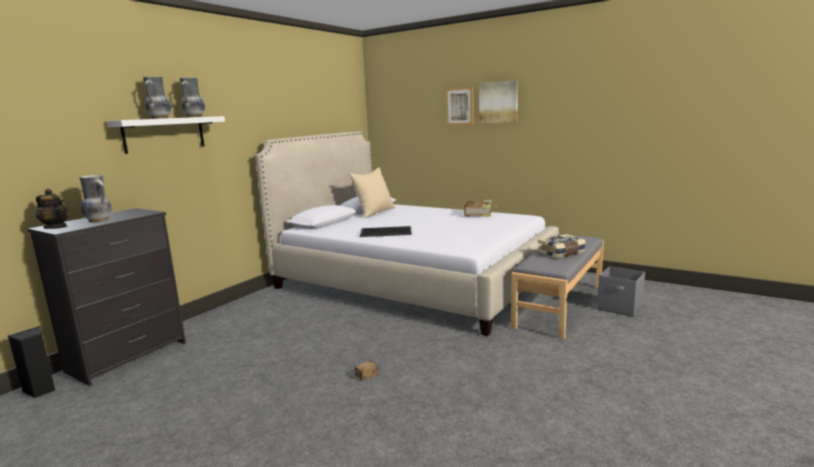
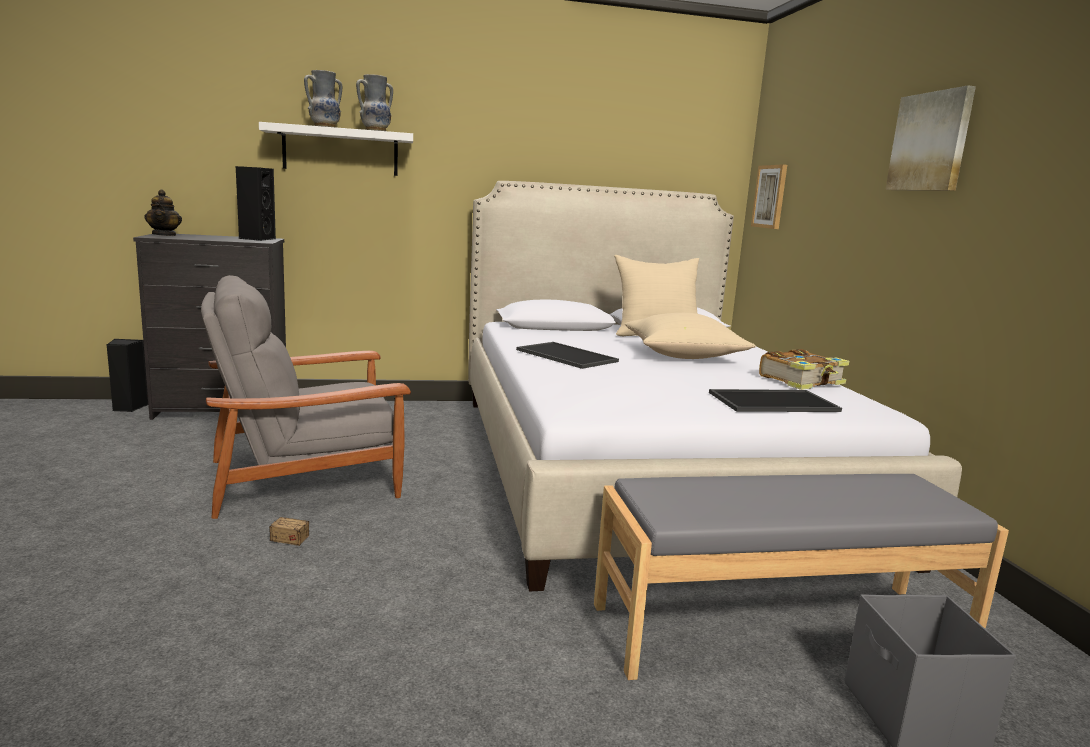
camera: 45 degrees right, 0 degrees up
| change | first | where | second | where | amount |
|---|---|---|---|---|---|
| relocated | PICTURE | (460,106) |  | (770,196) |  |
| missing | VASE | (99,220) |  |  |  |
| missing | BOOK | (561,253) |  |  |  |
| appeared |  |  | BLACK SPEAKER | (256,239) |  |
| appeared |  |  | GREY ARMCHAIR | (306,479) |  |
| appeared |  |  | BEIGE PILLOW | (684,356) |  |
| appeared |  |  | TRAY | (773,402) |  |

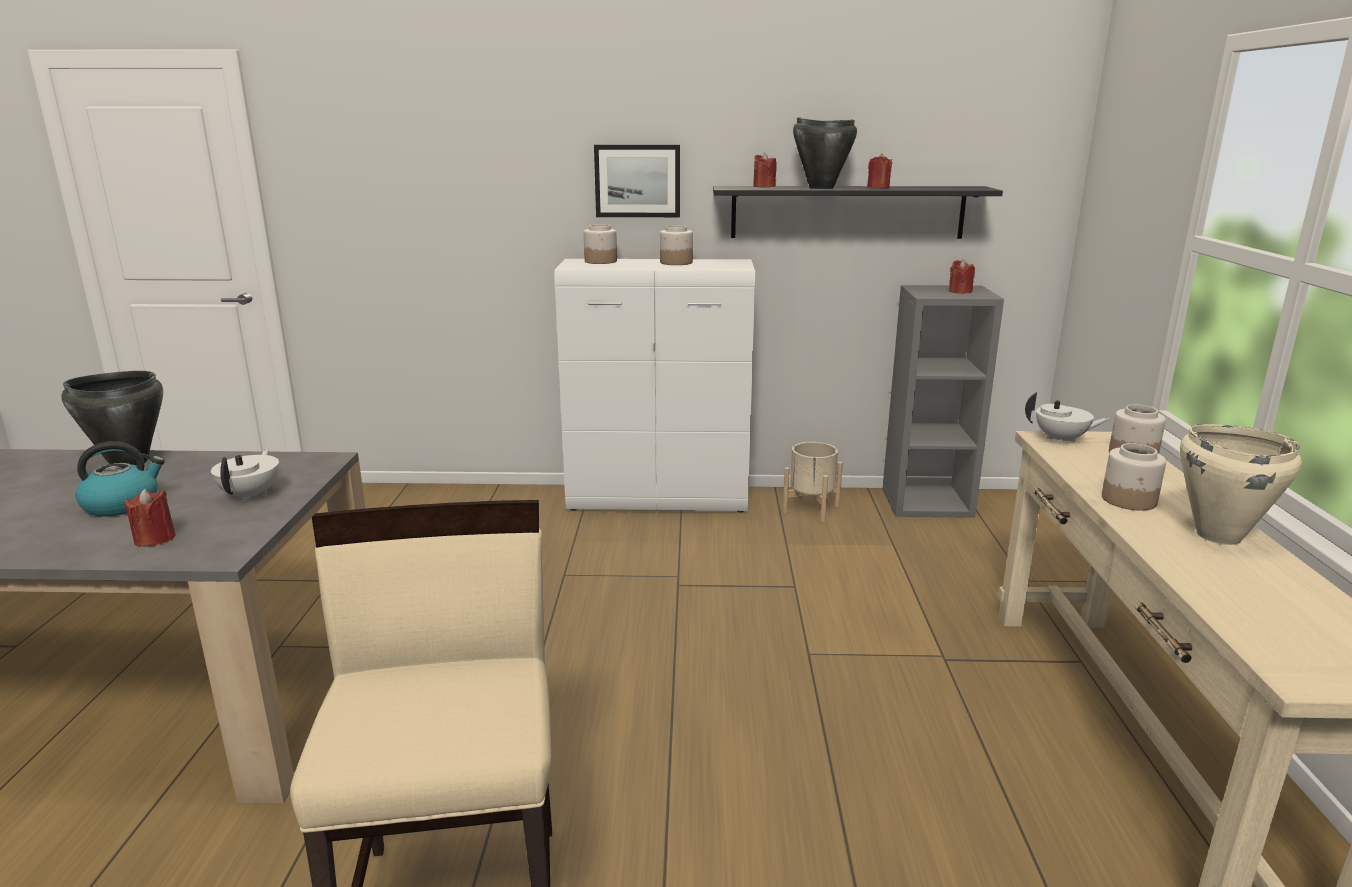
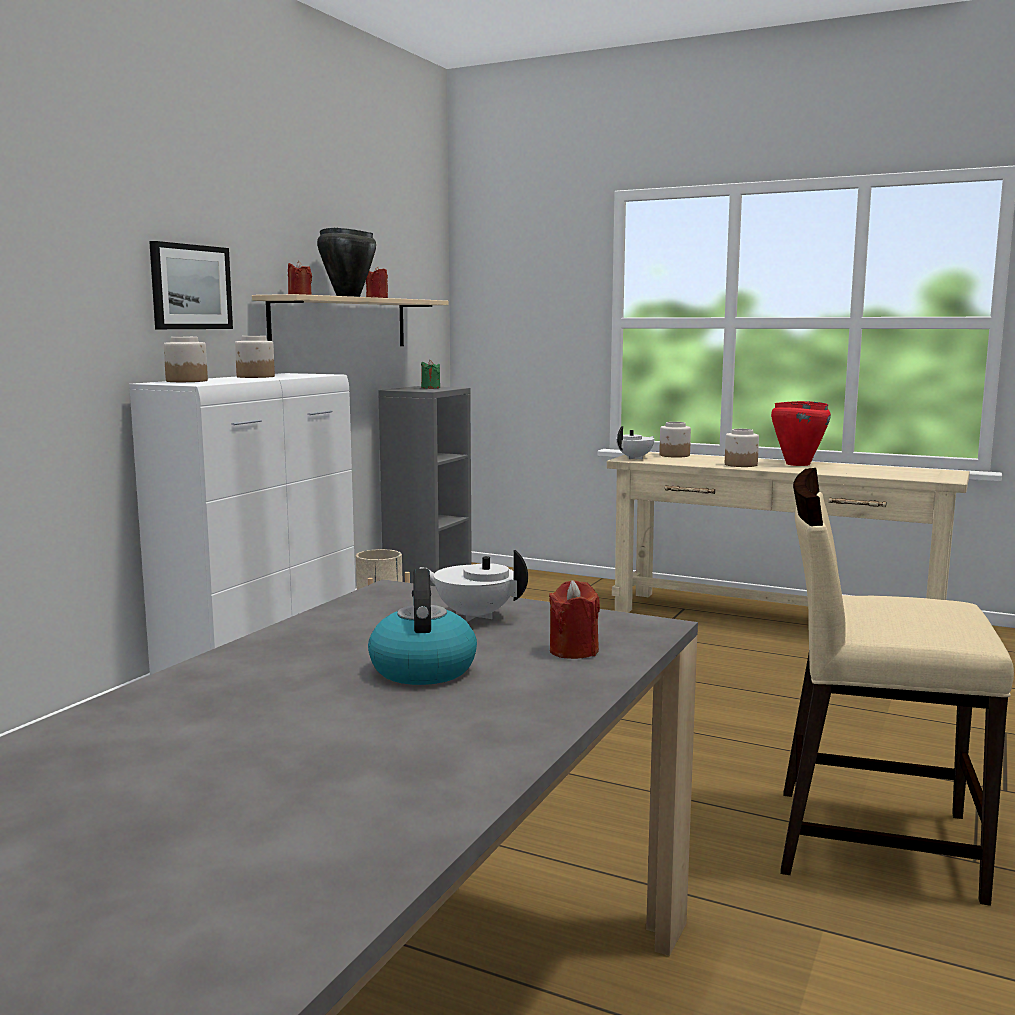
camera: 65 degrees left, 10 degrees down
| change | first | where | second | where | amount |
|---|---|---|---|---|---|
| colour | BLACK SHELF | (847,212) | BEIGE SHELF | (341,323) |  |
| colour | RED CANDLE | (960,291) | GREEN CANDLE | (430,388) |  |
| missing | BLACK COOKING POT | (128,462) |  |  |  |
| colour | BEIGE COOKING POT | (1217,535) | RED COOKING POT | (797,464) |  |

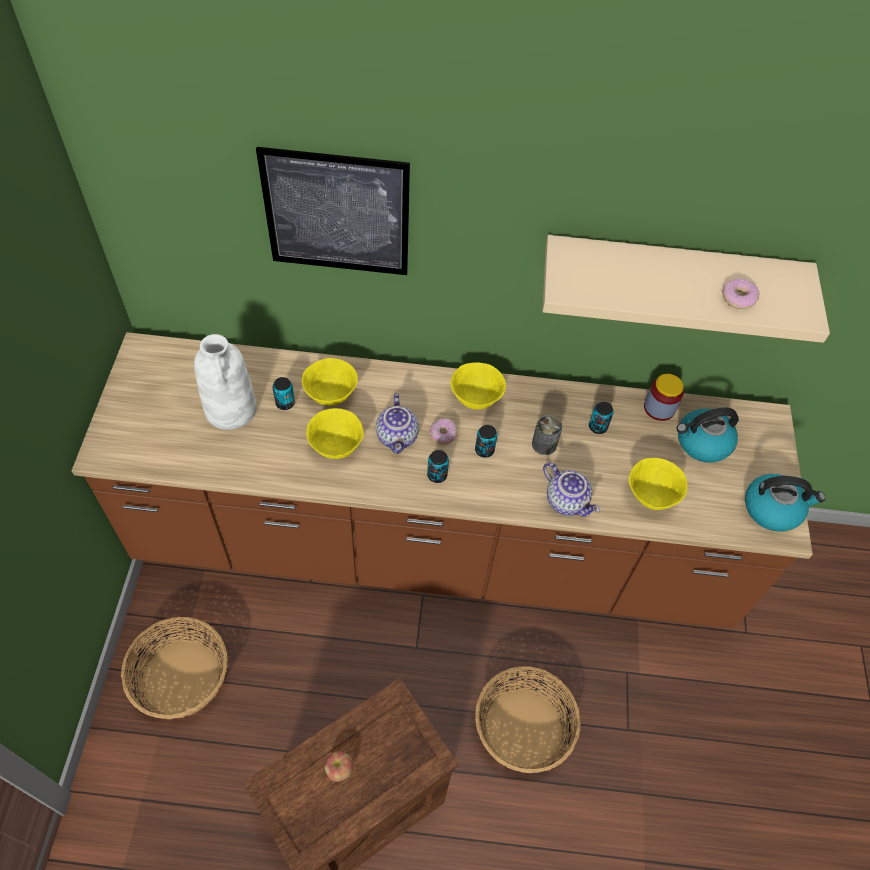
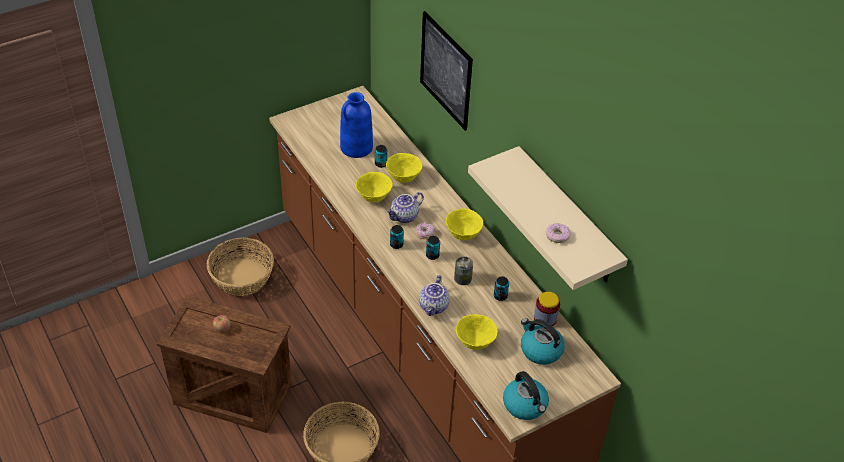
camera: 55 degrees right, 10 degrees down
| change | first | where | second | where | amount |
|---|---|---|---|---|---|
| colour | WHITE VASE | (231,410) | BLUE VASE | (356,148) |  |

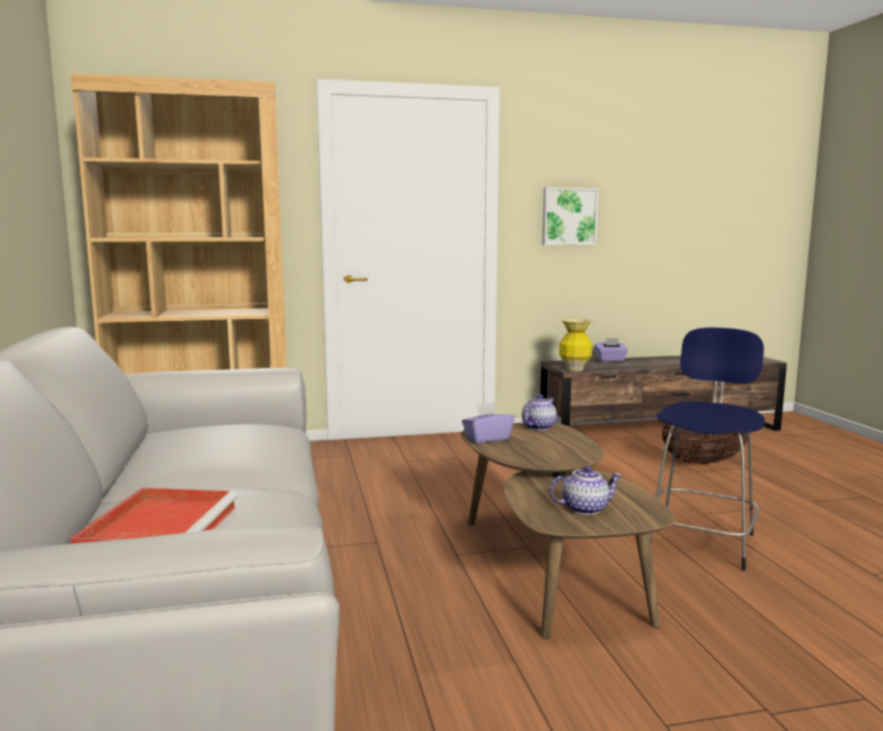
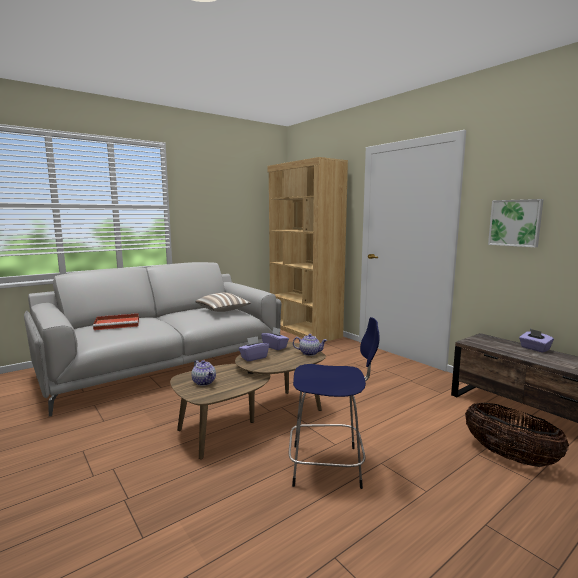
camera: 65 degrees right, 0 degrees up
| change | first | where | second | where | amount |
|---|---|---|---|---|---|
| missing | VASE | (574,369) |  |  |  |
| appeared |  |  | PILLOW | (223,310) |  |
| appeared |  |  | PURPLE TISSUE BOX | (254,357) |  |

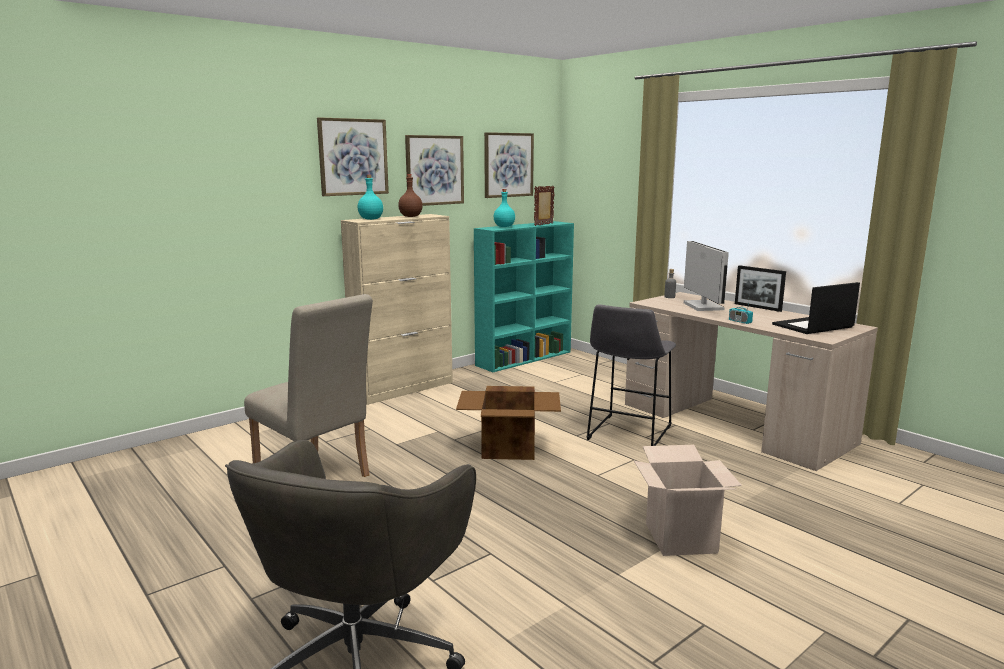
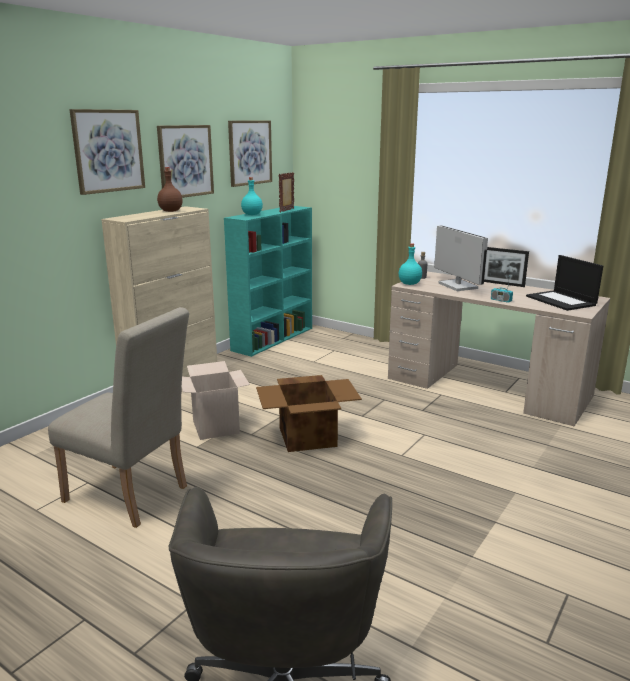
camera: 15 degrees left, 5 degrees up
| change | first | where | second | where | amount |
|---|---|---|---|---|---|
| relocated | TURQUOISE BOTTLE | (371,219) |  | (410,284) |  |
| spun | LAPTOP | (812,326) |  | (561,301) | 75 degrees counterclockwise |
| missing | GREY STOOL | (627,434) |  |  |  |
| relocated | CARDBOARD BOX | (681,538) |  | (216,427) |  |

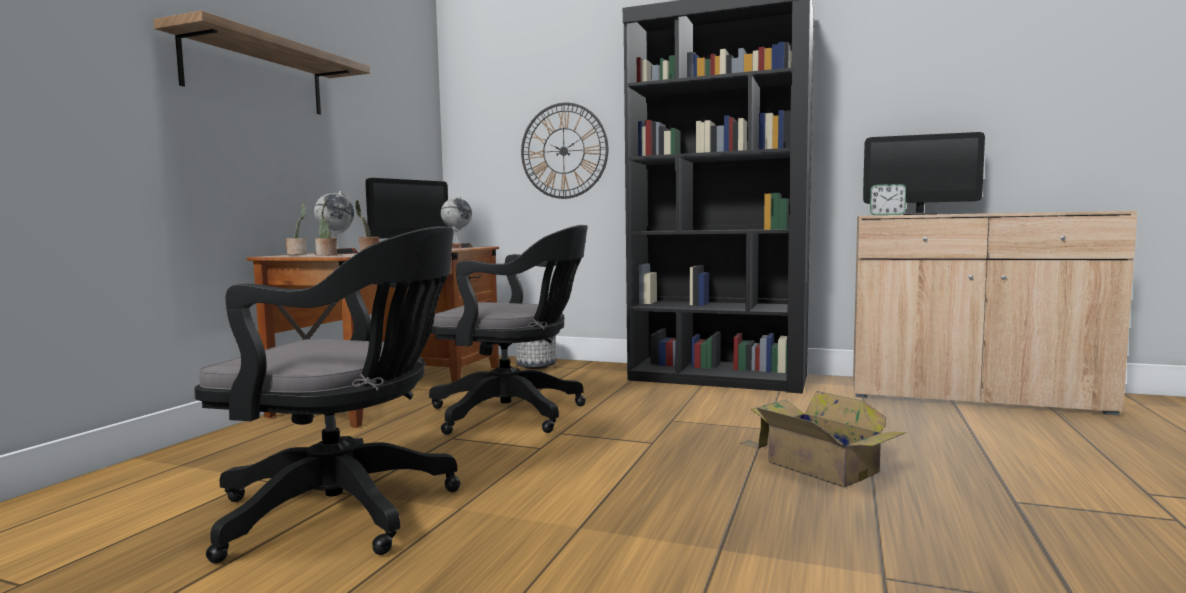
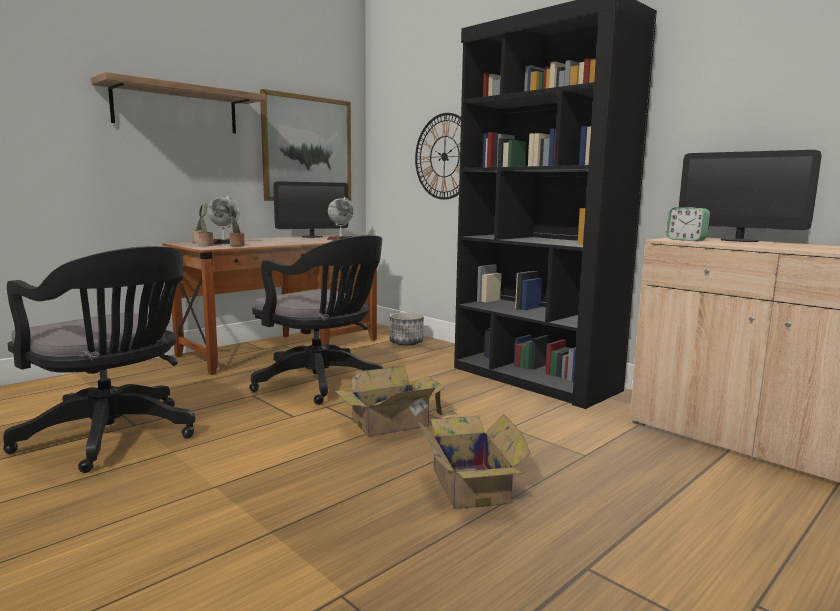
camera: 25 degrees right, 5 degrees up
| change | first | where | second | where | amount |
|---|---|---|---|---|---|
| appeared |  |  | PICTURE | (307,149) |  |
| appeared |  |  | CARDBOARD BOX | (394,423) |  |

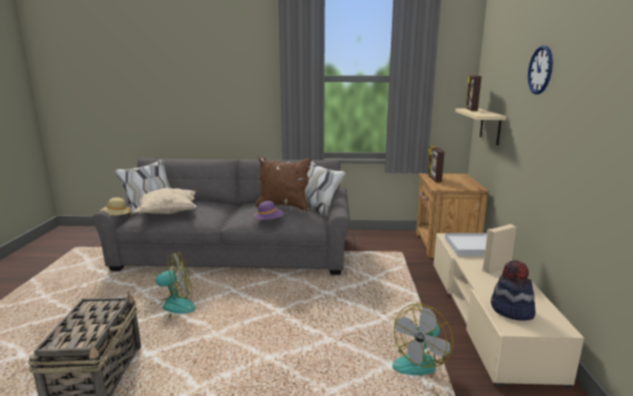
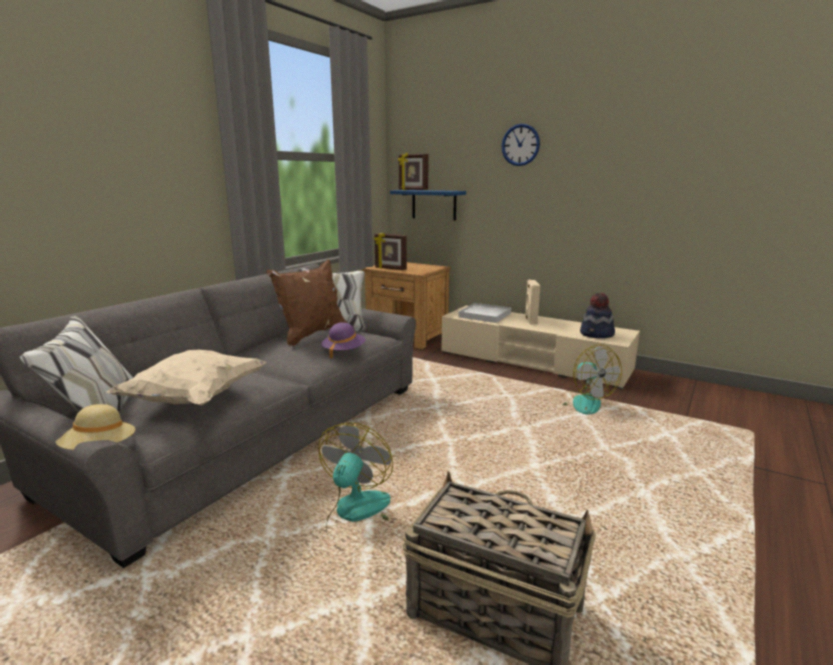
camera: 60 degrees left, 0 degrees up
| change | first | where | second | where | amount |
|---|---|---|---|---|---|
| colour | BEIGE SHELF | (490,126) | BLUE SHELF | (434,205) |  |

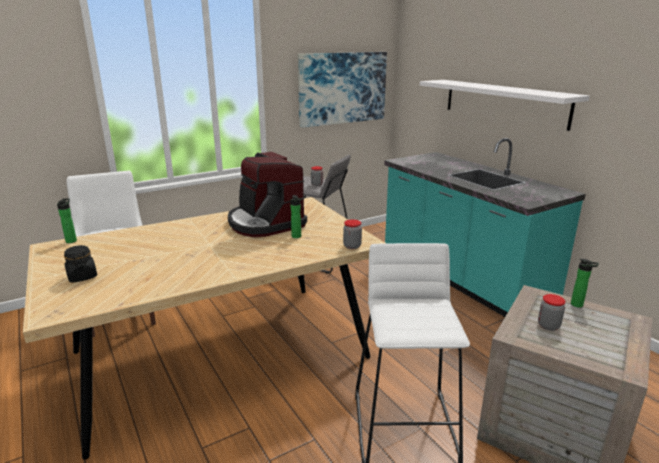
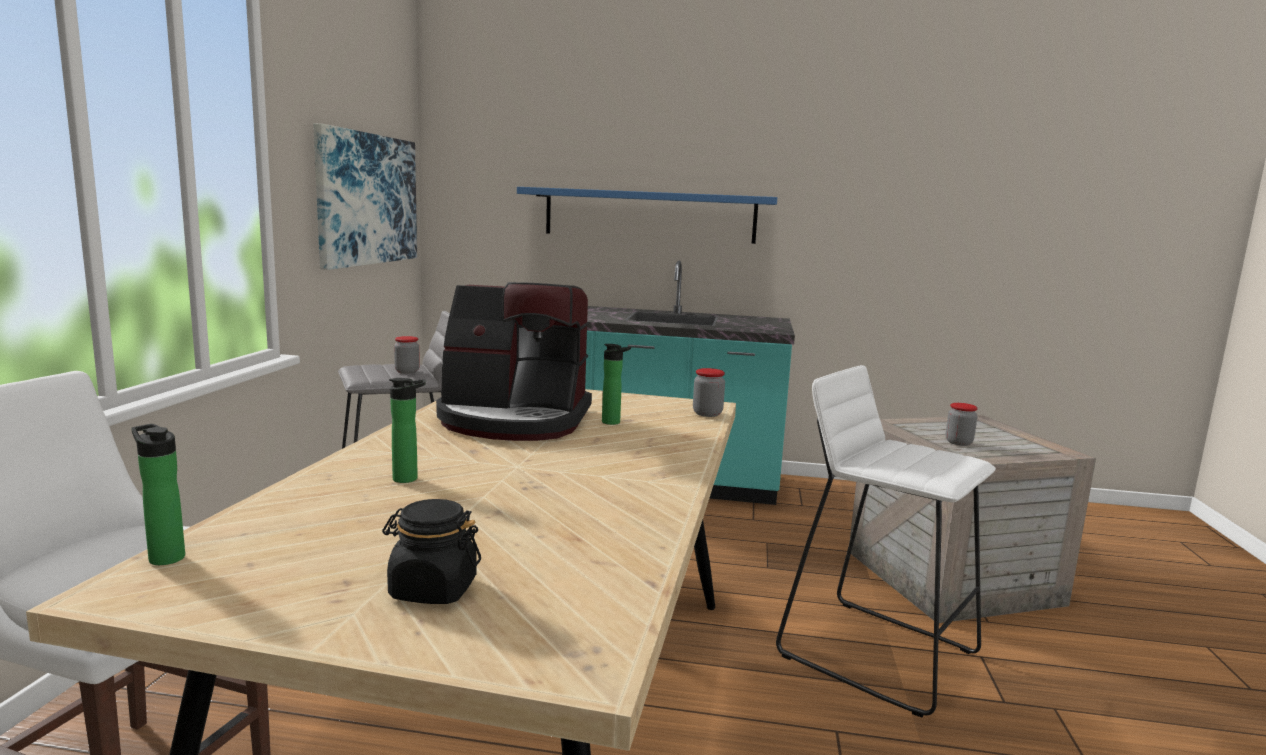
camera: 50 degrees left, 10 degrees down
| change | first | where | second | where | amount |
|---|---|---|---|---|---|
| colour | WHITE SHELF | (503,102) | BLUE SHELF | (649,215) |  |
| relocated | BOTTLE | (578,305) |  | (409,479) |  |

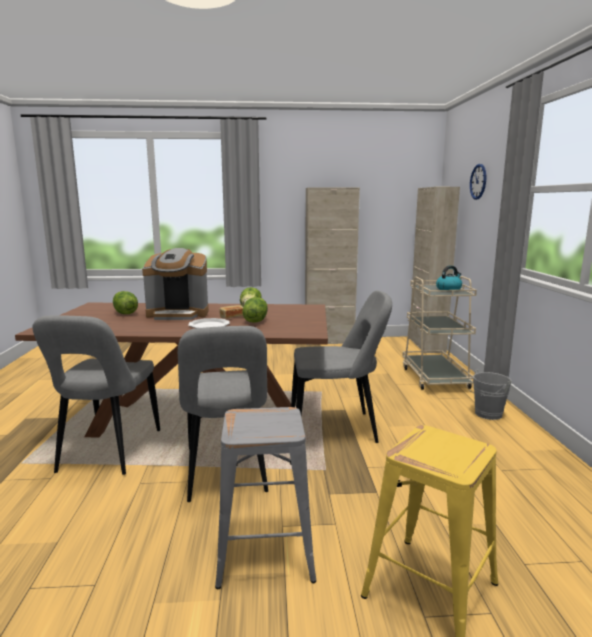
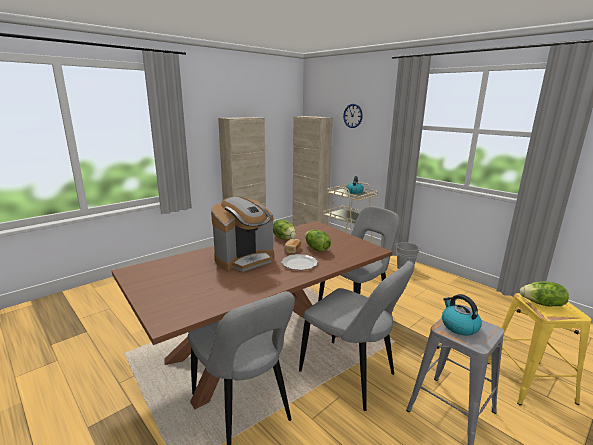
camera: 40 degrees left, 5 degrees up
| change | first | where | second | where | amount |
|---|---|---|---|---|---|
| relocated | LETTUCE | (125,313) |  | (542,304) |  |
| appeared |  |  | KETTLE | (459,326) |  |

